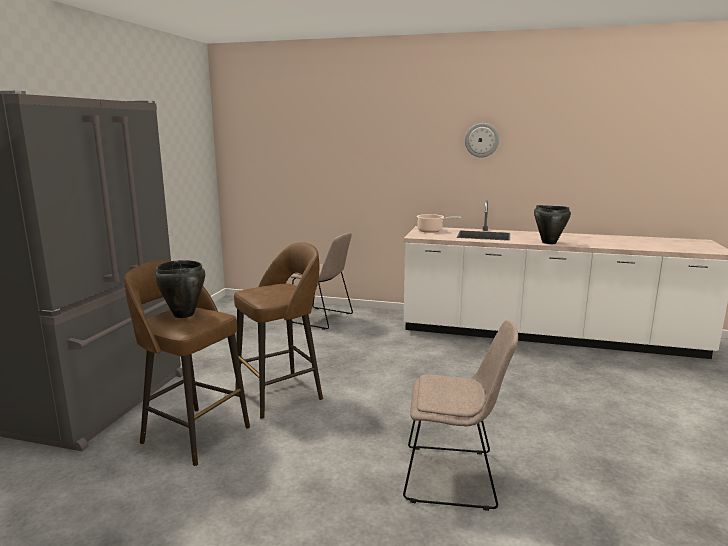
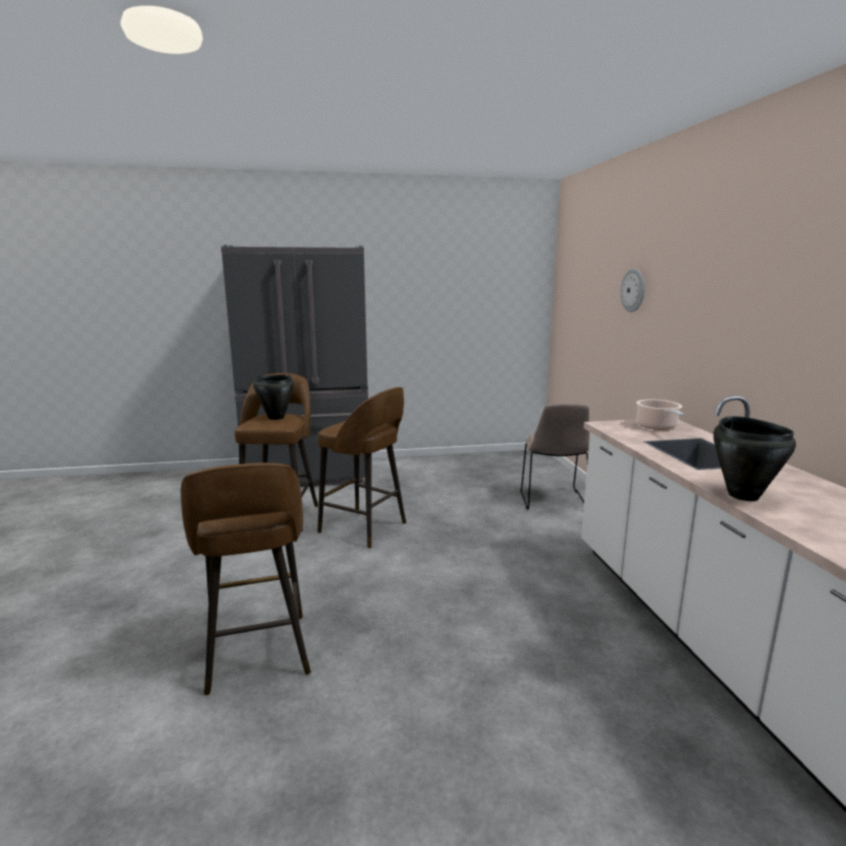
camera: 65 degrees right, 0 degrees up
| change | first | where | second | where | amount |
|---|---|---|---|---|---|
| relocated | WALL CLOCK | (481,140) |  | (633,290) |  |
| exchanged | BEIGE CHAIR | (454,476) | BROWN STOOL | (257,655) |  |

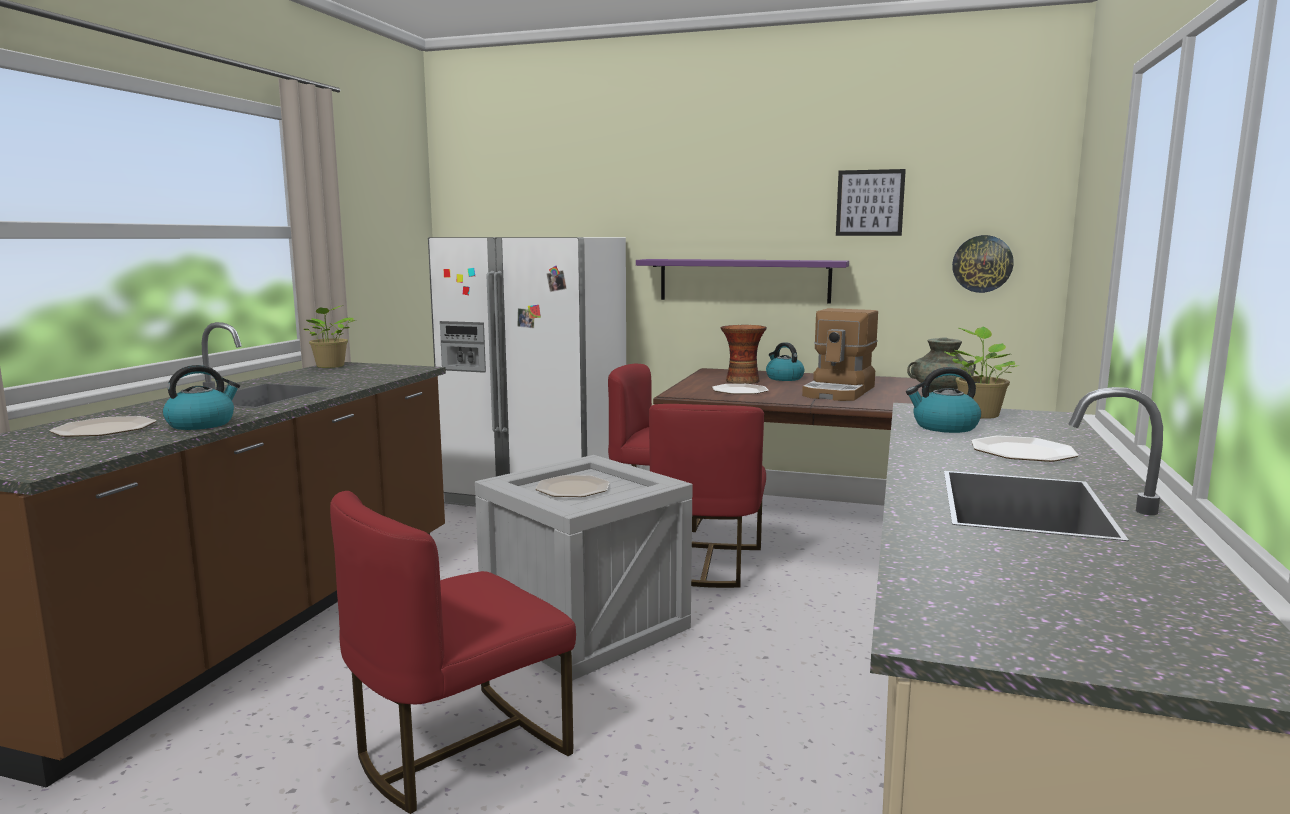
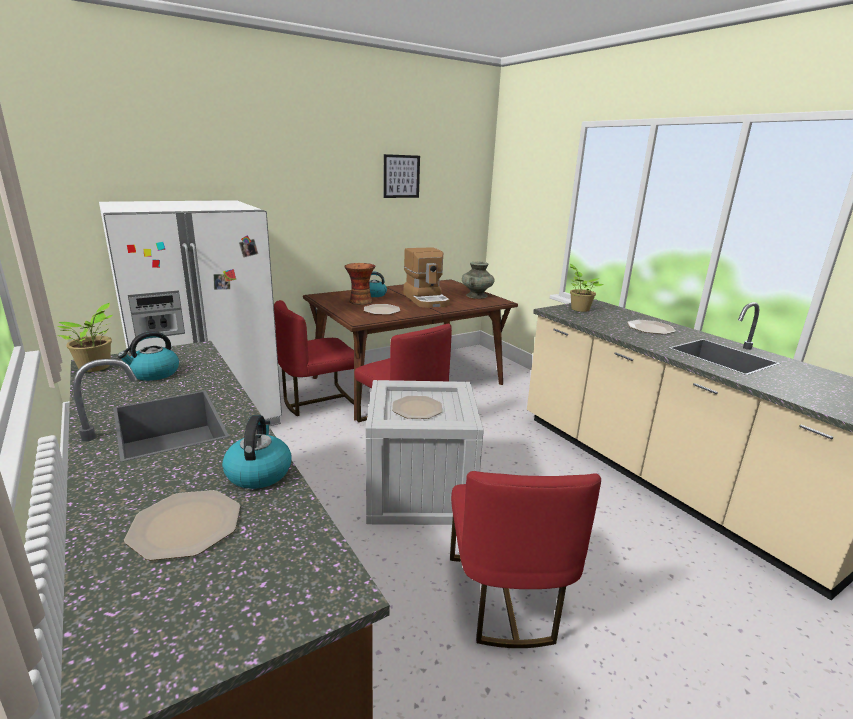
camera: 50 degrees left, 10 degrees up
| change | first | where | second | where | amount |
|---|---|---|---|---|---|
| missing | WALL CLOCK | (982,264) |  |  |  |
| missing | PURPLE SHELF | (744,280) |  |  |  |
| relocated | KETTLE | (944,427) |  | (154,374) |  |

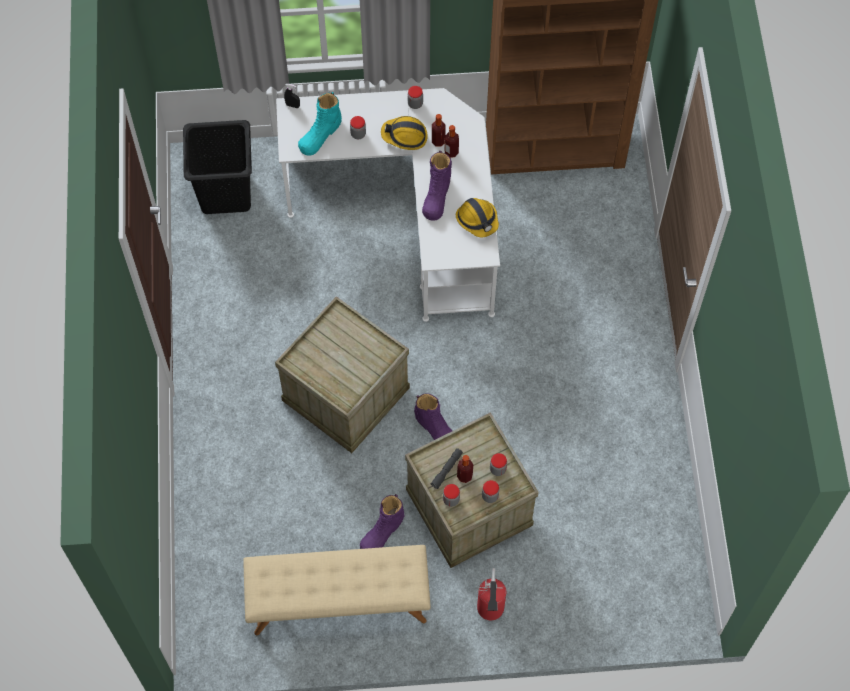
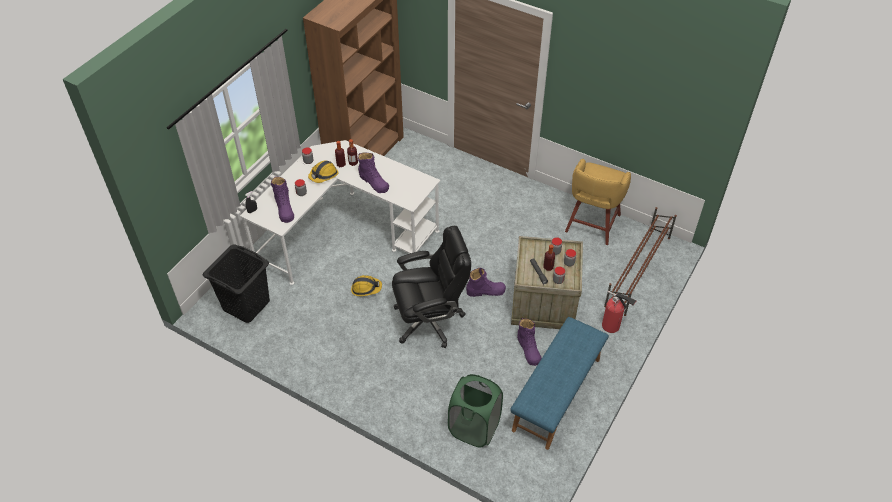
camera: 55 degrees left, 15 degrees down
| change | first | where | second | where | amount |
|---|---|---|---|---|---|
| colour | TURQUOISE BOOT | (320,134) | PURPLE BOOT | (284,209) |  |
| relocated | HARD HAT | (477,220) |  | (366,288) |  |
| exchanged | CRATE | (346,396) | BLACK OFFICE CHAIR | (430,320) |  |
| colour | BEIGE BENCH | (339,602) | BLUE BENCH | (557,394) |  |
| appeared |  |  | YELLOW STOOL | (591,224) |  |
| appeared |  |  | BROWN SHOE RACK | (637,271) |  |
| appeared |  |  | GREEN LAUNDRY BASKET | (474,428) |  |

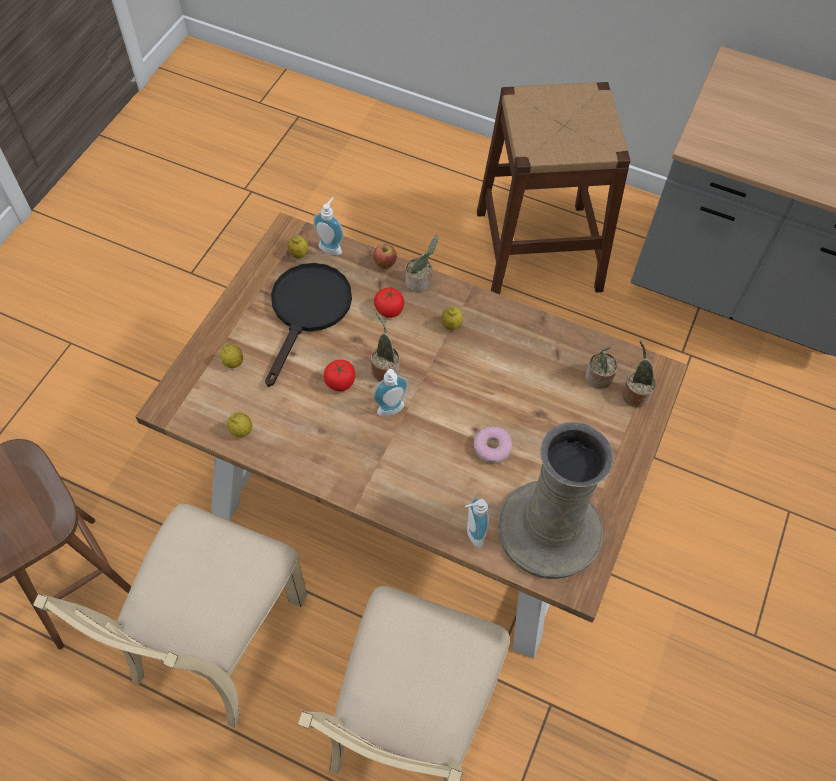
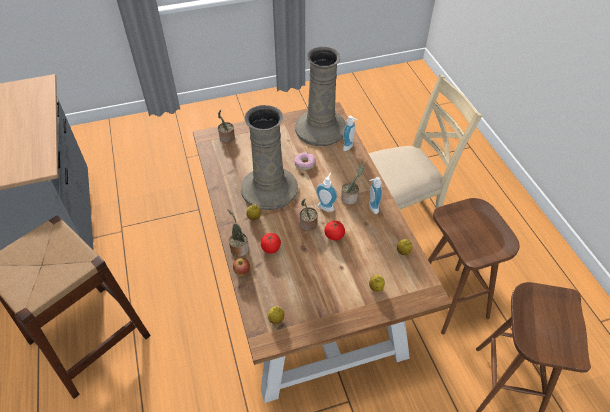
camera: 130 degrees left, 10 degrees down
| change | first | where | second | where | amount |
|---|---|---|---|---|---|
| relocated | SOAP DISPENSER | (331,247) |  | (371,208) |  |
| missing | BLACK FRYING PAN | (307,311) |  |  |  |
| relocated | POTTED PLANT | (598,378) |  | (350,198) |  |
| exchanged | BEIGE CHAIR | (217,638) | BROWN STOOL | (451,300) |  |
| appeared |  |  | BEIGE VASE | (269,188) |  |

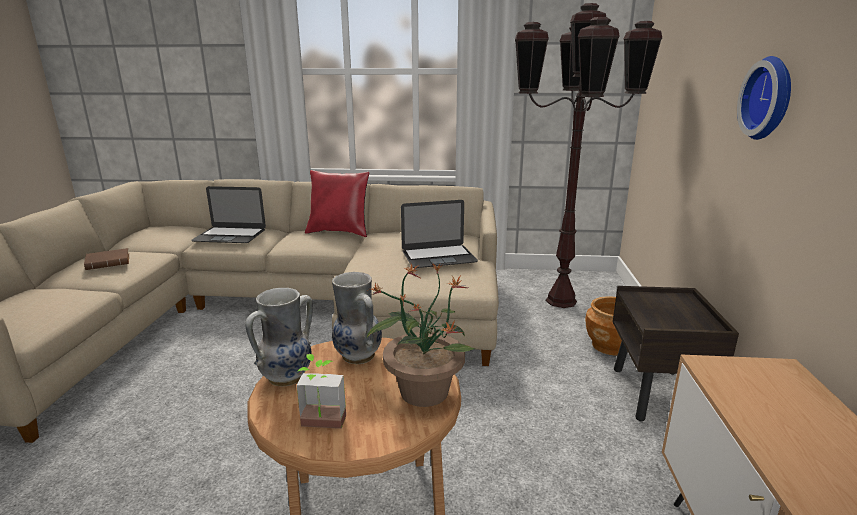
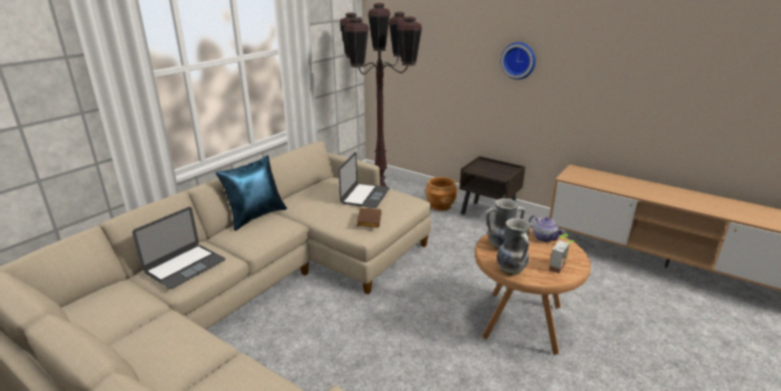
camera: 60 degrees left, 5 degrees up
| change | first | where | second | where | amount |
|---|---|---|---|---|---|
| colour | RED PILLOW | (339,232) | BLUE PILLOW | (256,216) |  |
| relocated | BROWN BOOK | (109,262) |  | (368,220) |  |
| exchanged | POTTED PLANT | (423,391) | TEAPOT | (544,238) |  |

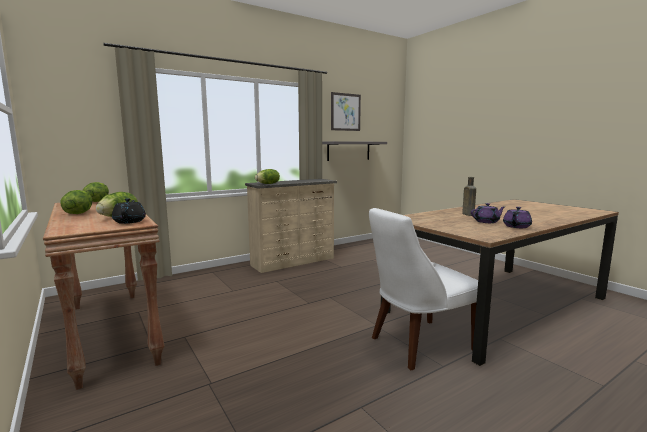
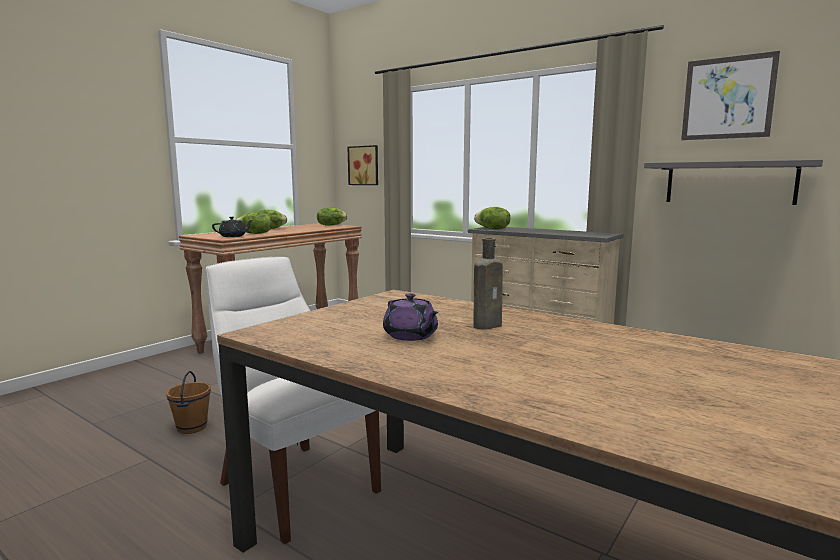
camera: 70 degrees right, 0 degrees up
| change | first | where | second | where | amount |
|---|---|---|---|---|---|
| missing | PURPLE TEAPOT | (516,227) |  |  |  |
| appeared |  |  | PICTURE | (364,165) |  |
| appeared |  |  | BROWN BUCKET | (191,427) |  |

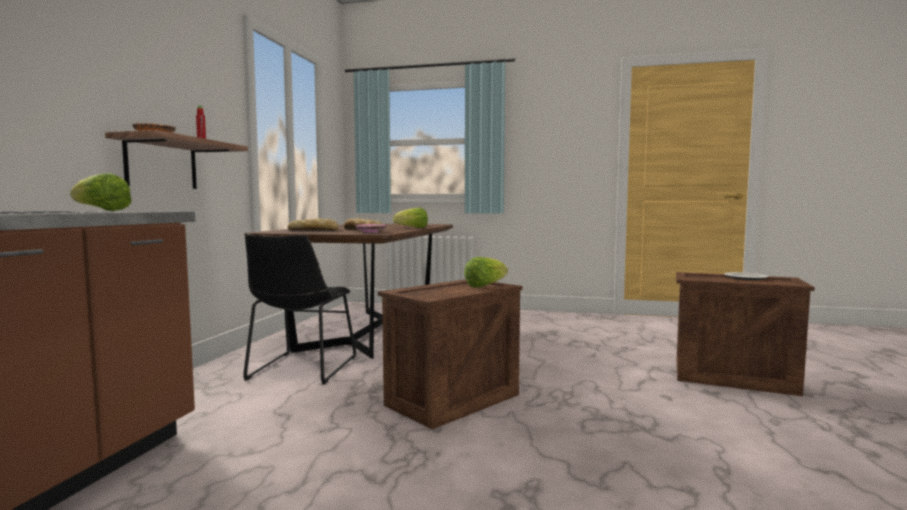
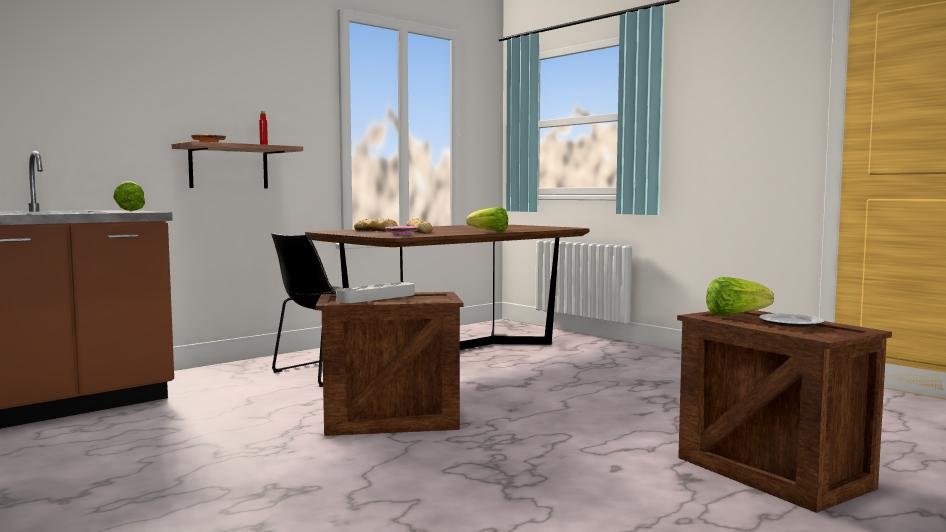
camera: 35 degrees right, 0 degrees up
| change | first | where | second | where | amount |
|---|---|---|---|---|---|
| relocated | LETTUCE | (485,286) |  | (735,315) |  |
| appeared |  |  | GREY TRAY | (376,297) |  |

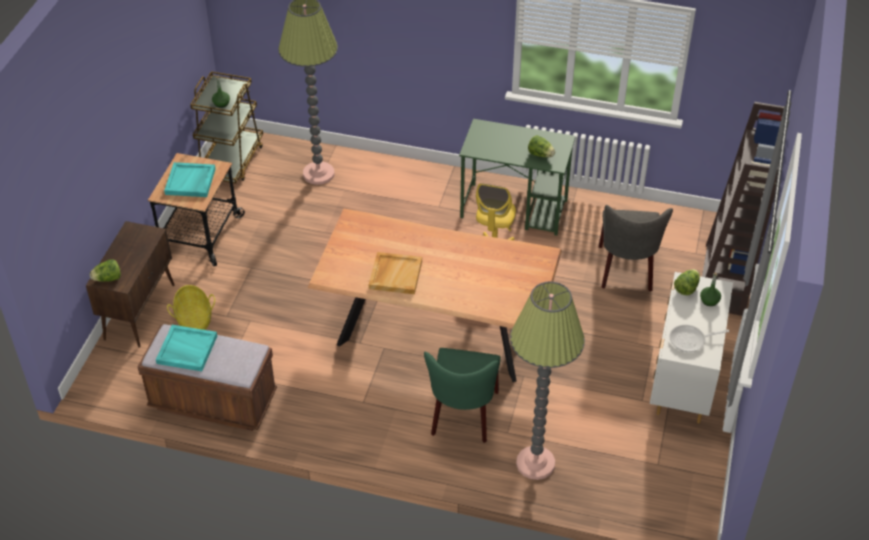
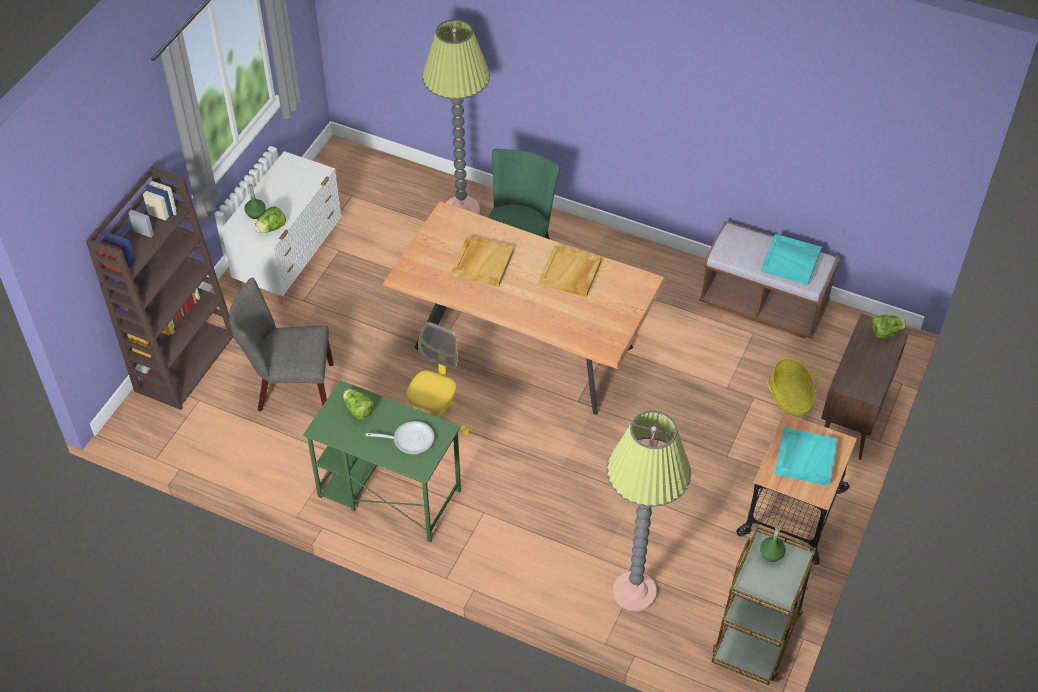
camera: 170 degrees left, 5 degrees up
| change | first | where | second | where | amount |
|---|---|---|---|---|---|
| spun | GREY CHAIR | (626,271) |  | (290,388) | 105 degrees counterclockwise |
| relocated | FRYING PAN | (690,340) |  | (409,440) |  |
| appeared |  |  | BEIGE TRAY | (482,263) |  |

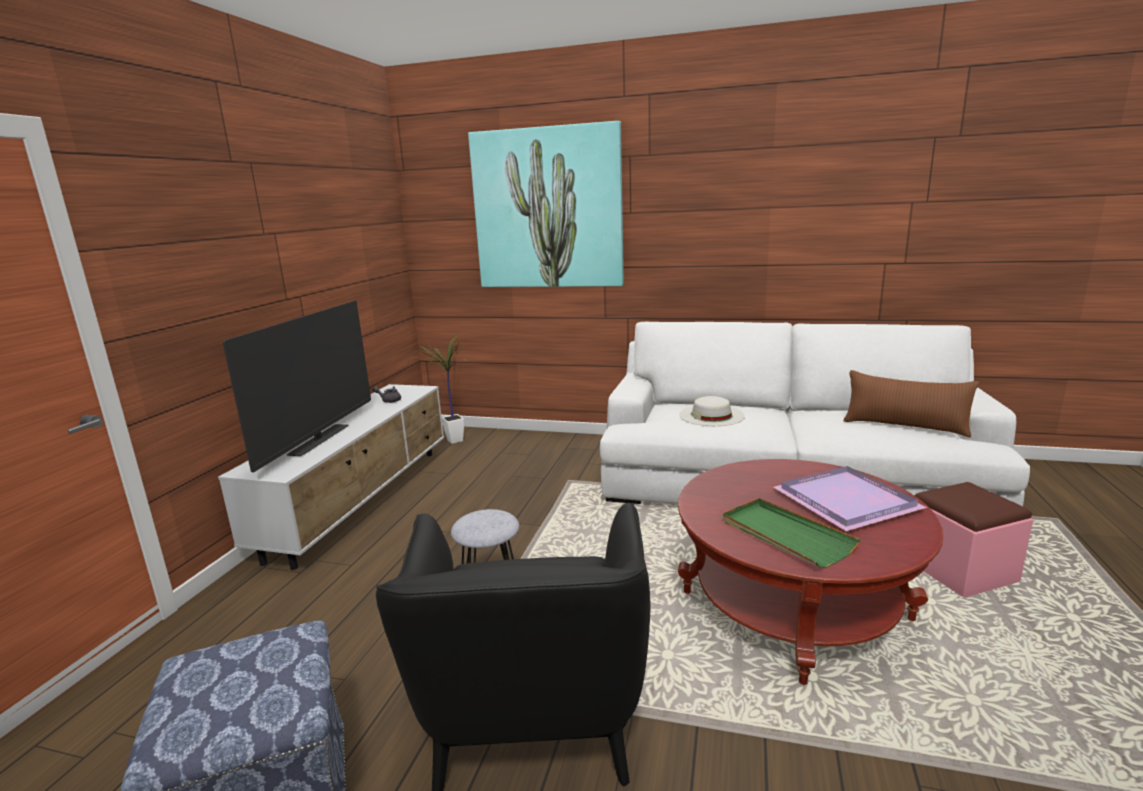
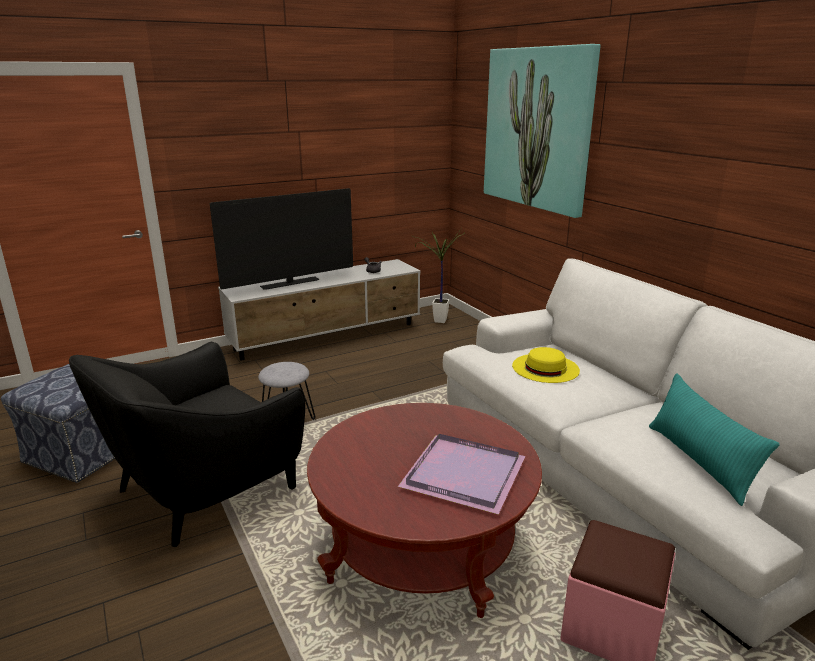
camera: 45 degrees right, 5 degrees up
| change | first | where | second | where | amount |
|---|---|---|---|---|---|
| colour | BROWN PILLOW | (905,426) | TURQUOISE PILLOW | (699,461) |  |
| colour | WHITE HAT | (711,415) | YELLOW HAT | (545,368) |  |
| missing | GREEN TRAY | (785,535) |  |  |  |

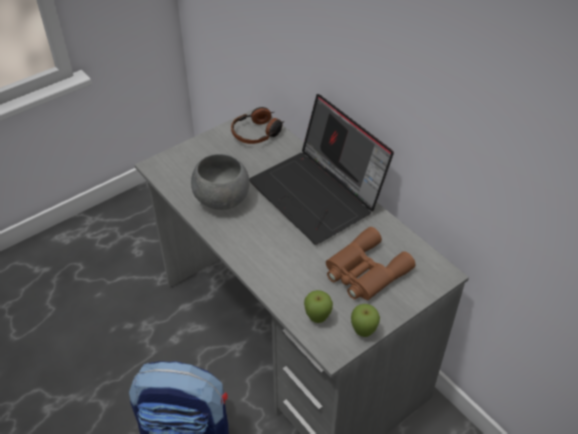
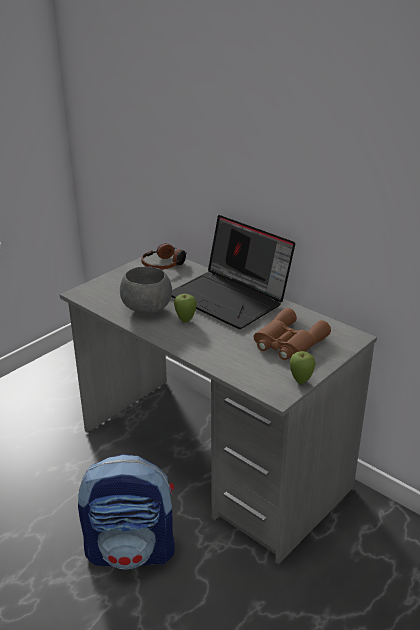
camera: 10 degrees left, 15 degrees down
| change | first | where | second | where | amount |
|---|---|---|---|---|---|
| relocated | APPLE | (317,318) |  | (185,320) |  |

